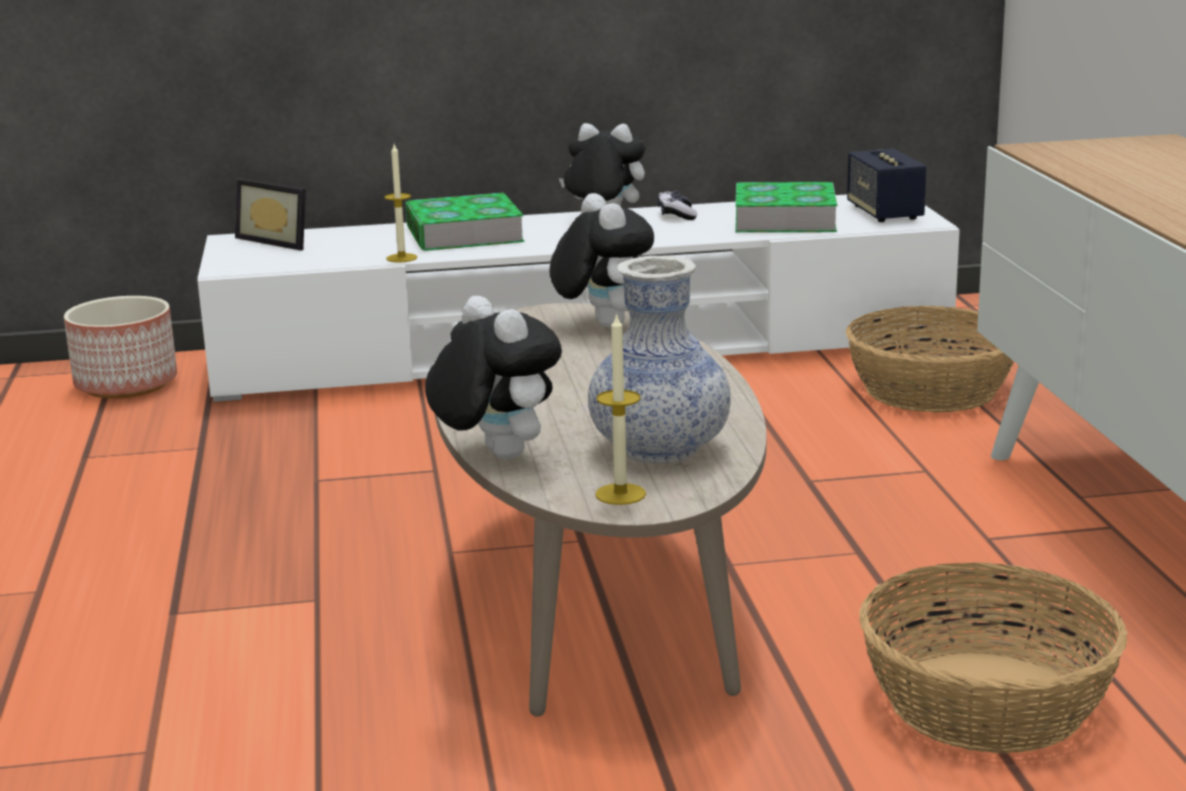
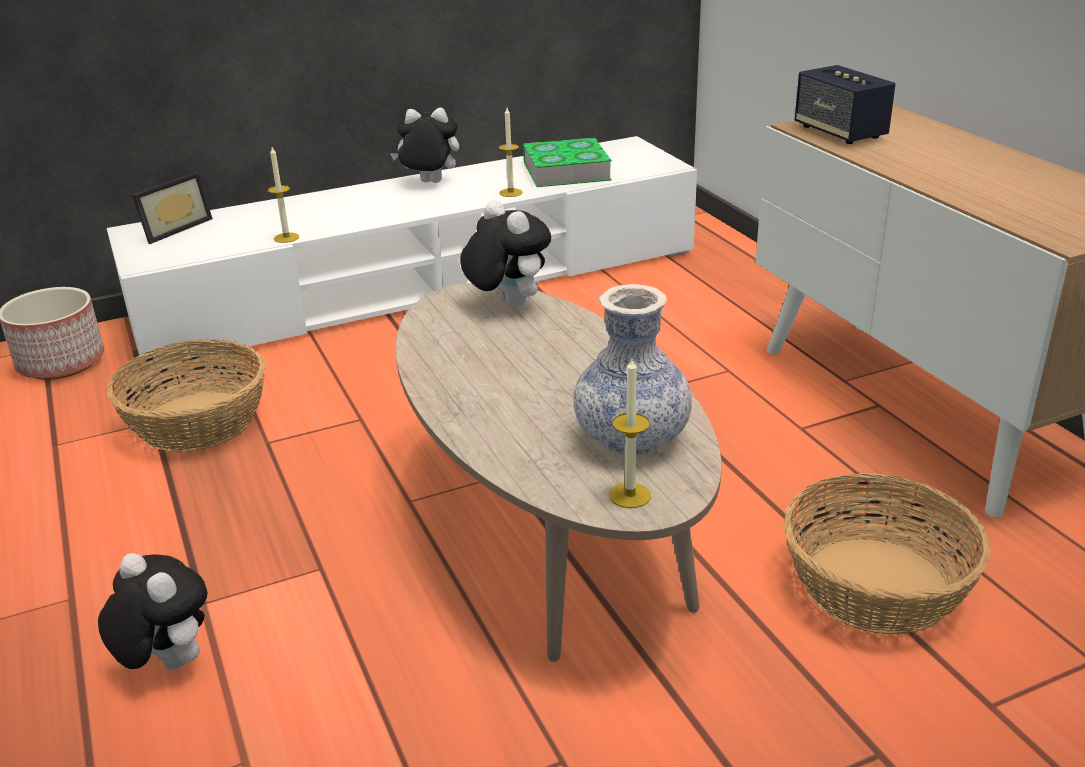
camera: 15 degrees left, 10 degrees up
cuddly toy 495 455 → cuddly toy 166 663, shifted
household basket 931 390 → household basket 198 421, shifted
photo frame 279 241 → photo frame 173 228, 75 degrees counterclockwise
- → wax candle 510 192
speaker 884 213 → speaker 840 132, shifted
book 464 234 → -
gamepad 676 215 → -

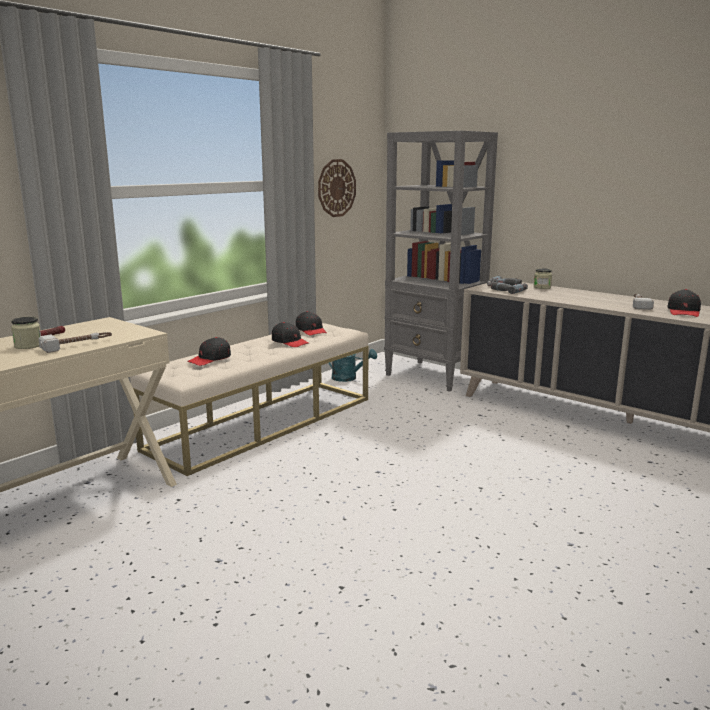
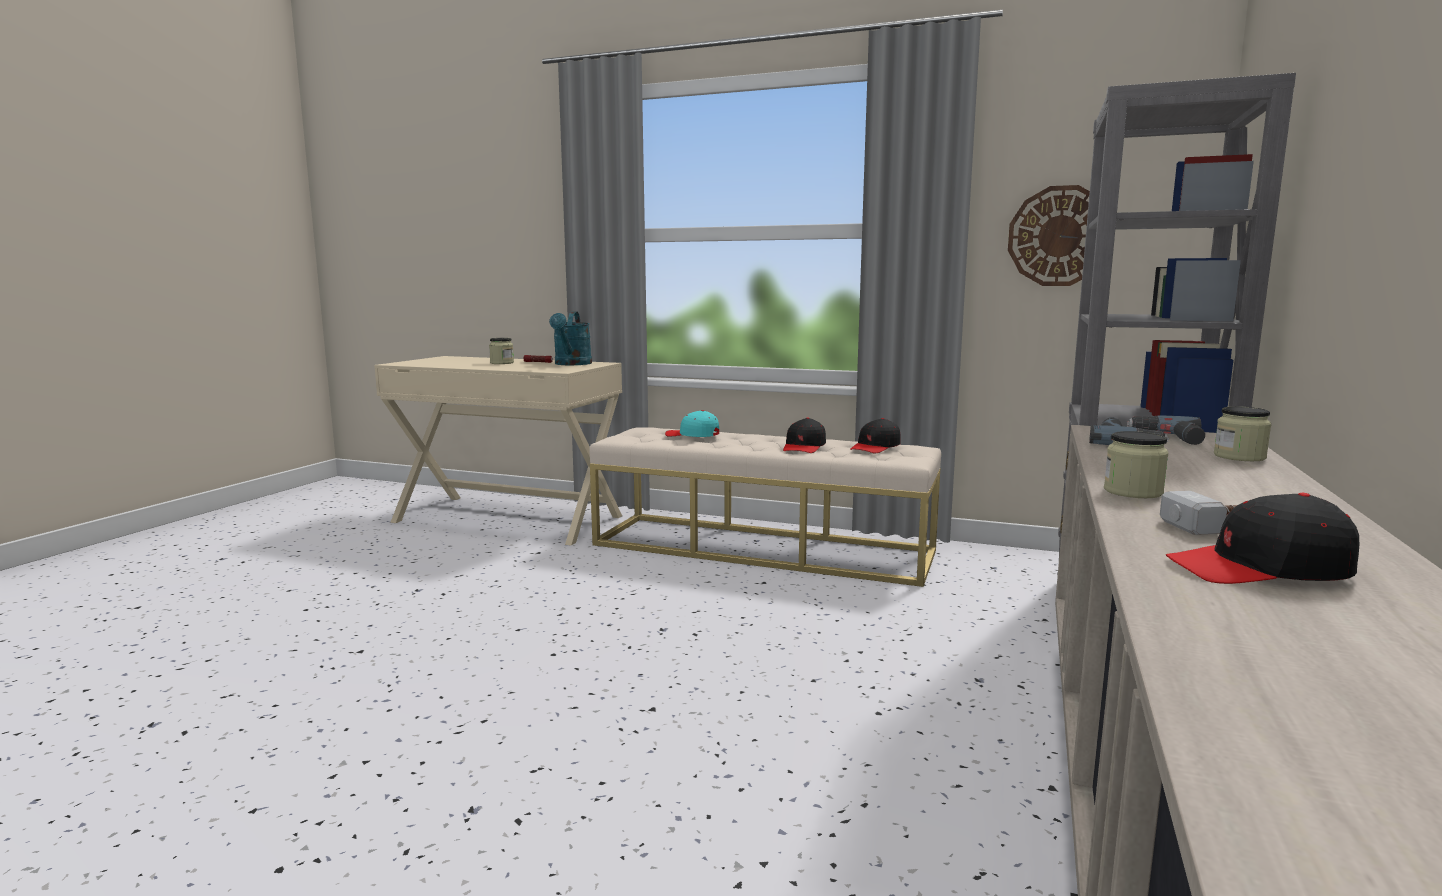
camera: 70 degrees right, 5 degrees down
sprinkling can (turquoise) 348 378 → sprinkling can (turquoise) 571 364, shifted
baseball cap (black) 210 359 → baseball cap (turquoise) 692 435
- → storage jar 1133 492
hand hammer 77 345 → -

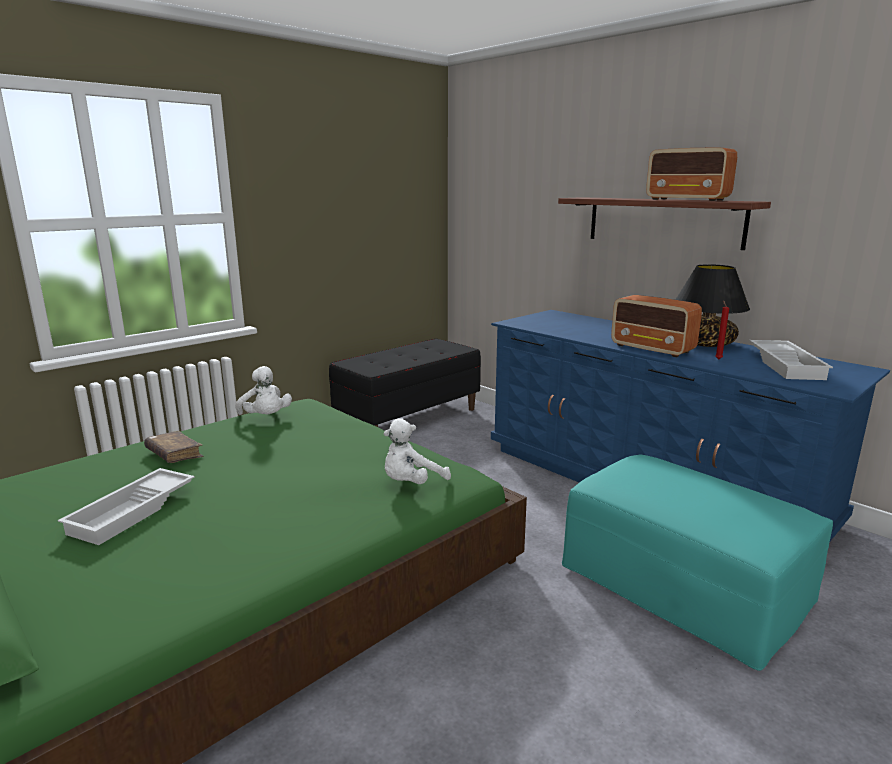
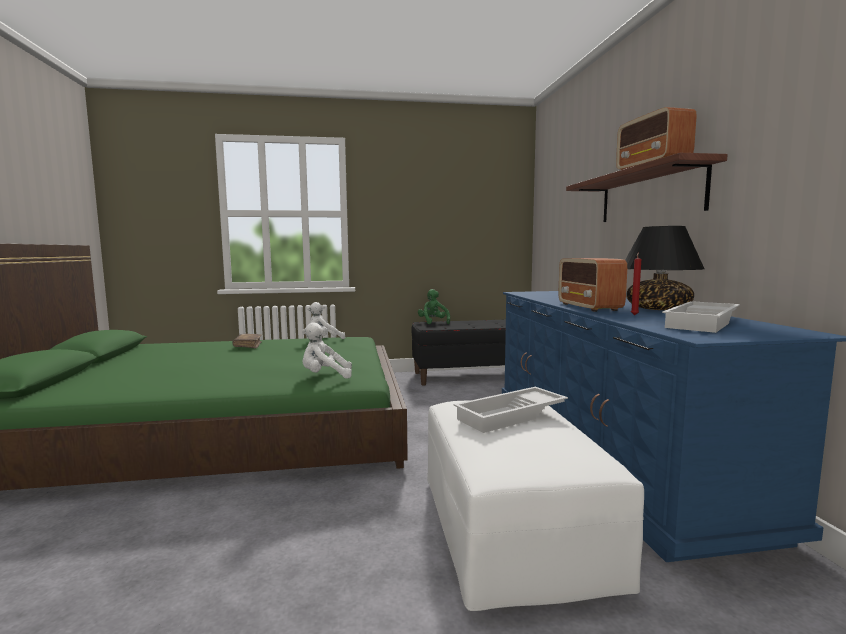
camera: 35 degrees right, 10 degrees down
cuddly toy (whitish) 265 417 → cuddly toy (whitish) 324 340, 60 degrees clockwise
- → cuddly toy (greenish) 433 322
footrest (turquoise) 683 586 → footrest (whitish) 512 530
serving tray (whitish) 133 512 → serving tray (whitish) 511 416, shifted

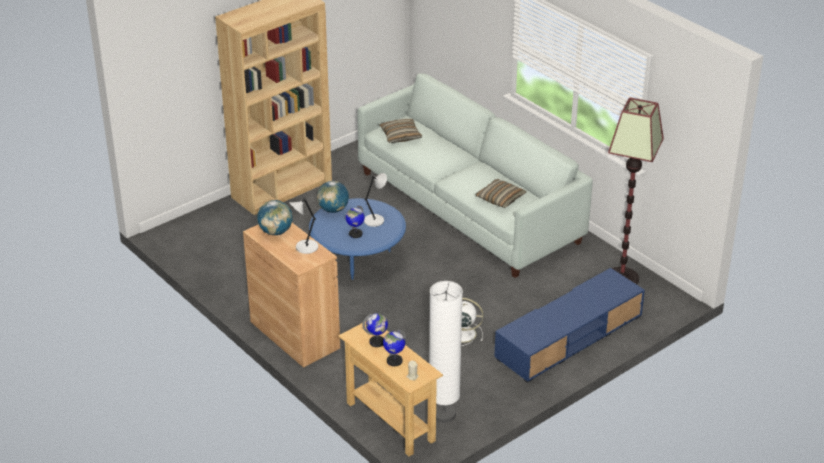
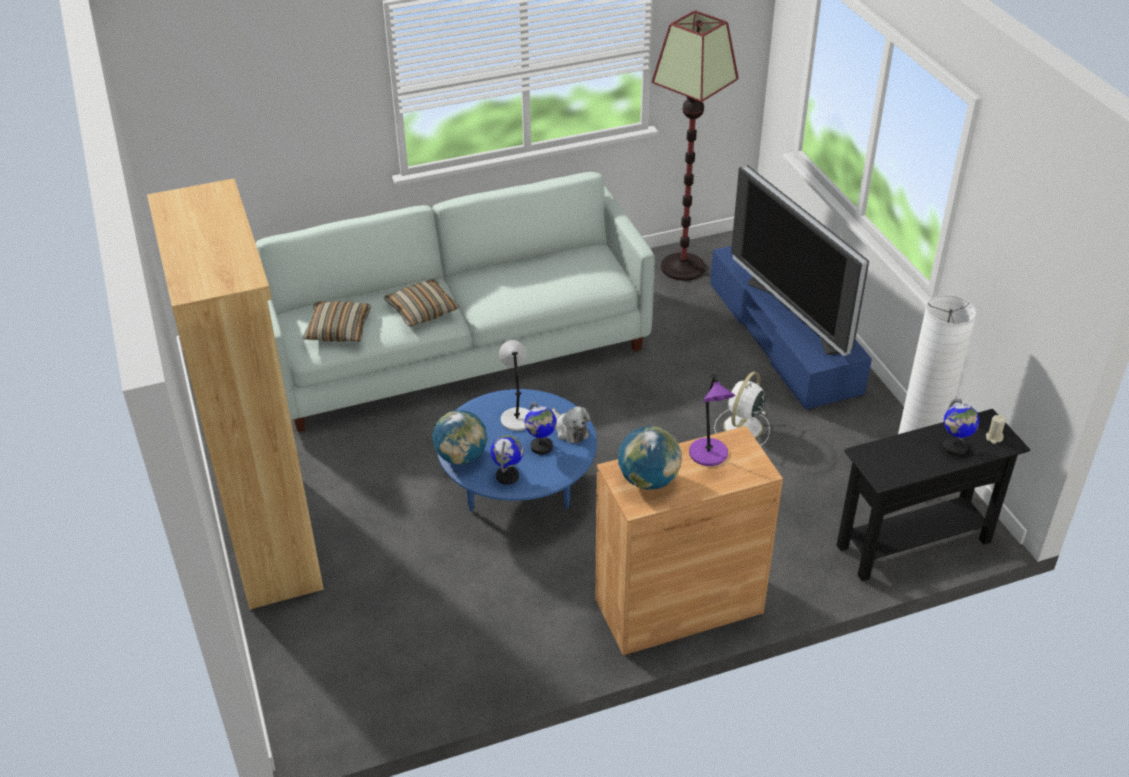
camera: 70 degrees left, 5 degrees up
pillow 500 198 → pillow 422 310, shifted
globe 377 342 → globe 507 476, shifted
- → cuddly toy 570 430
tabletop lamp (grey) 305 247 → tabletop lamp (purplish) 709 454
- → TV set 796 314
narrow table (beige-coloured) 390 421 → narrow table (black) 913 544

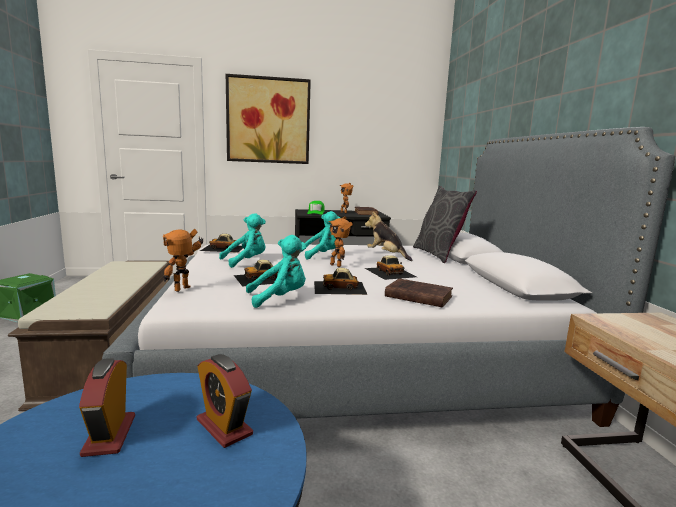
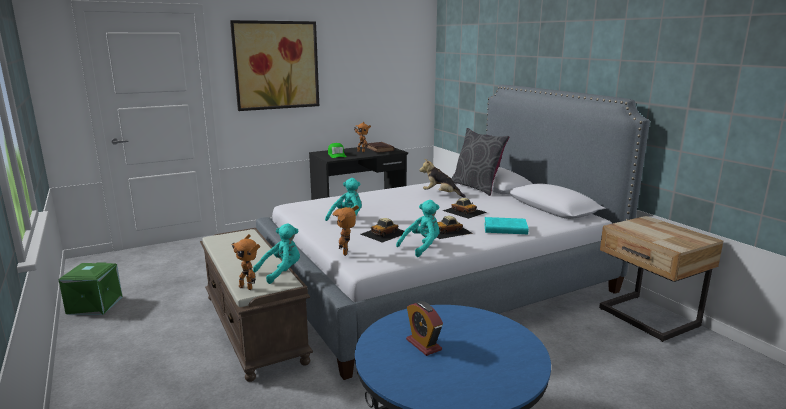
camera: 20 degrees left, 5 degrees up
robot figure 337 265 → robot figure 247 287, shifted
cuddly toy (turquoise) 322 255 → cuddly toy (turquoise) 281 272, shifted
book (brown) 416 296 → book (turquoise) 504 229
table clock 224 427 → -
model car 223 248 → -

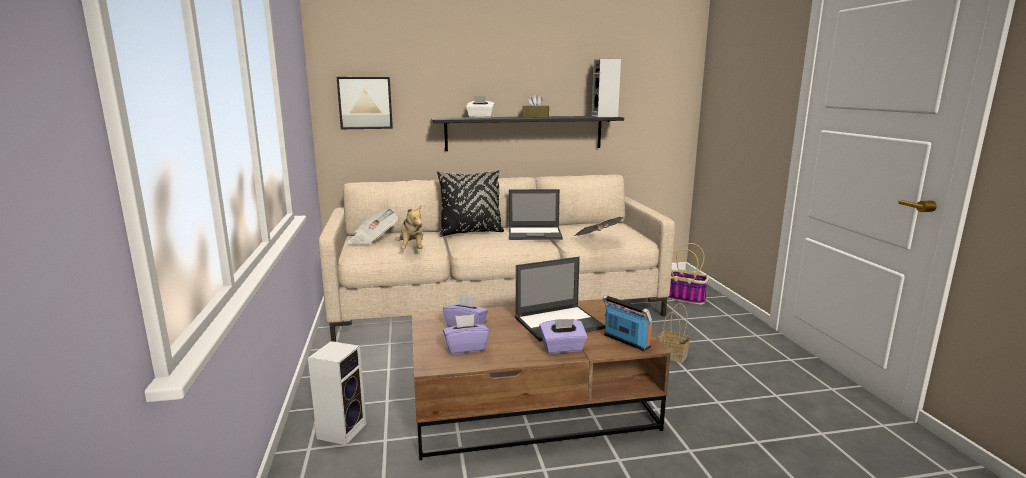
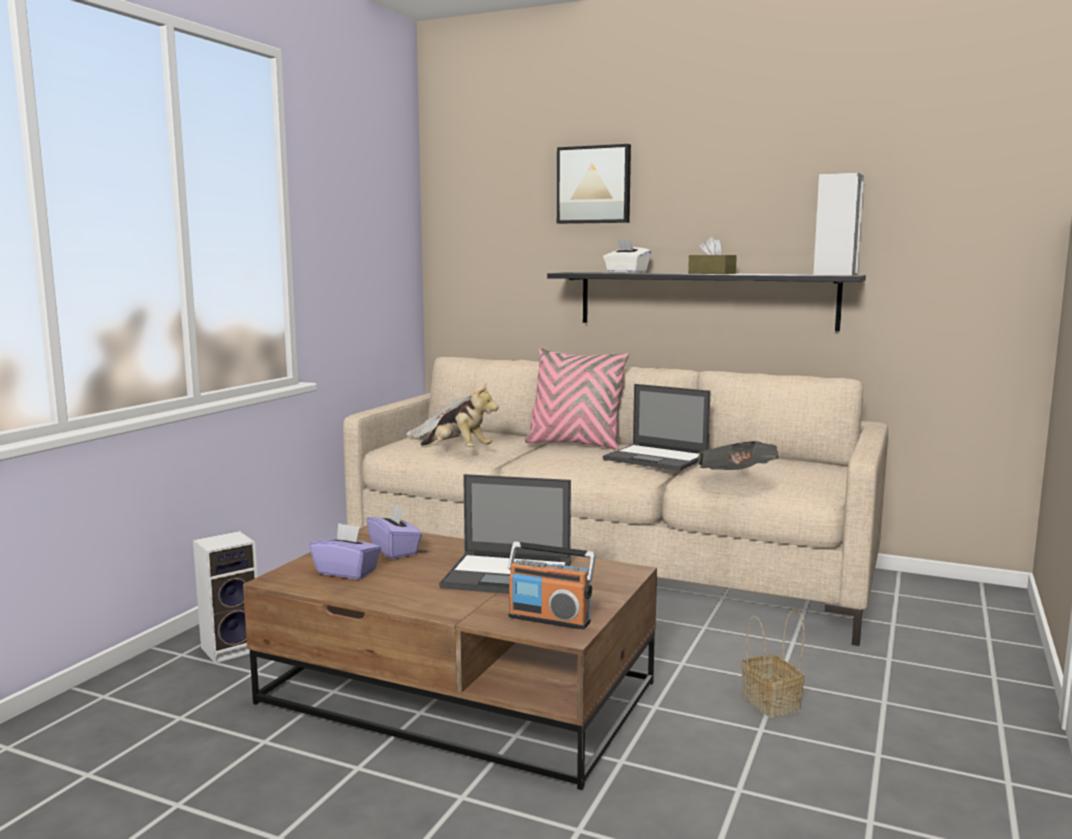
camera: 35 degrees right, 5 degrees down
cuddly toy 412 249 → cuddly toy 459 451, 75 degrees counterclockwise
radio 626 341 → radio 549 619, 120 degrees clockwise
pillow (black) 471 232 → pillow (pinkish) 574 444
picture 365 103 → picture 594 185, shifted
box of tissues (purplish) 562 348 → -
household basket 685 298 → -

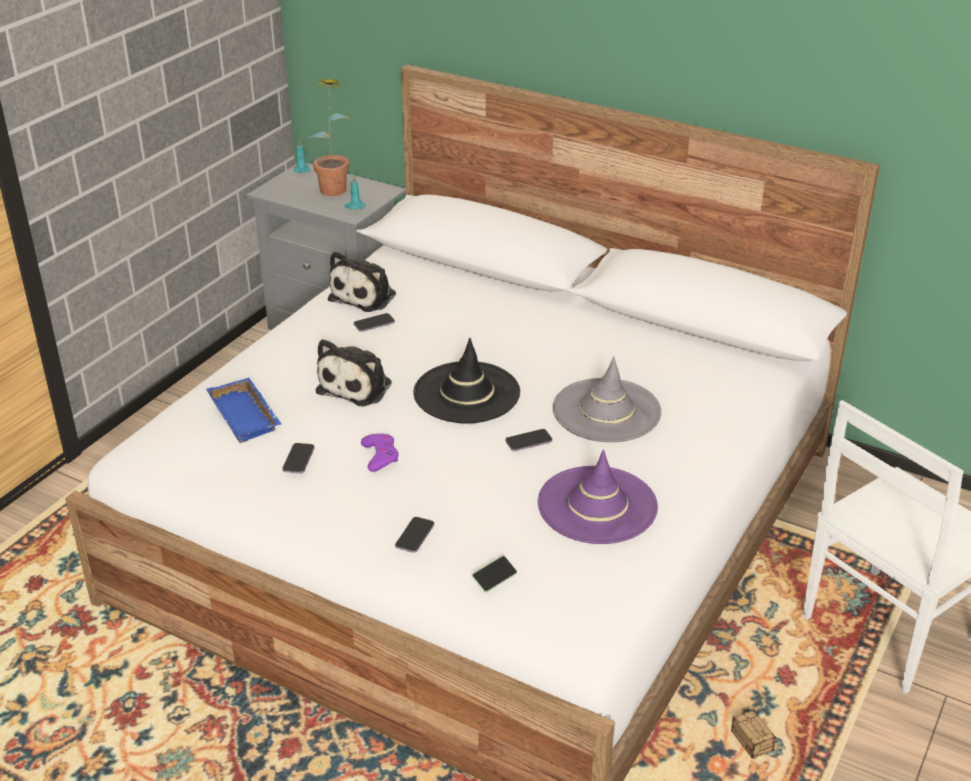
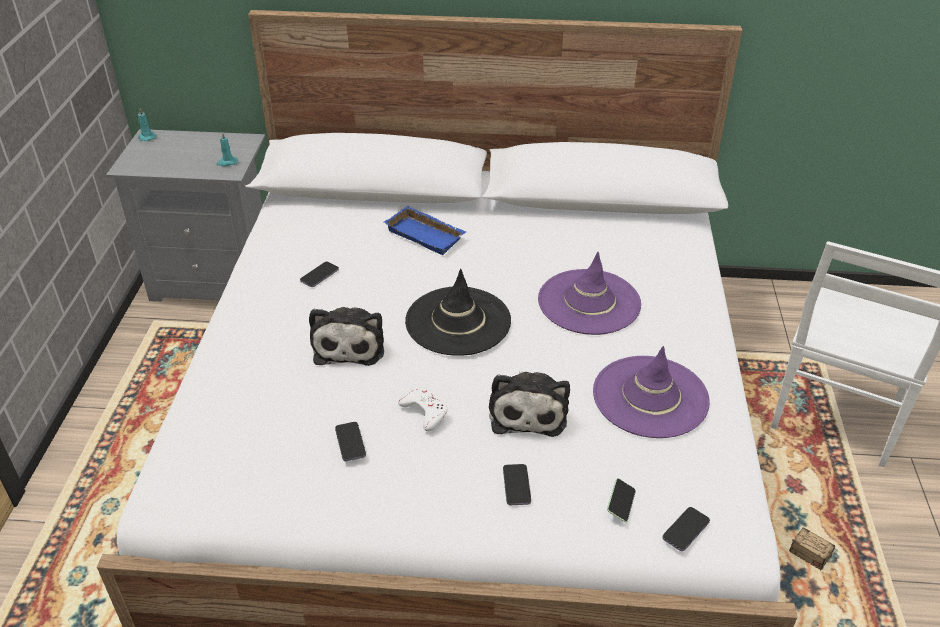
camera: 25 degrees left, 5 degrees up
serving tray (blue-coloured) 247 416 → serving tray (blue-coloured) 427 234, shifted
gamepad (purplish) 380 455 → gamepad (whitish) 425 411
cuddly toy 365 296 → cuddly toy 528 410, shifted
wearable hat (grey) 606 411 → wearable hat (purplish) 589 302
handset 528 441 → handset 685 530, shifted
plant in a pot 334 186 → -

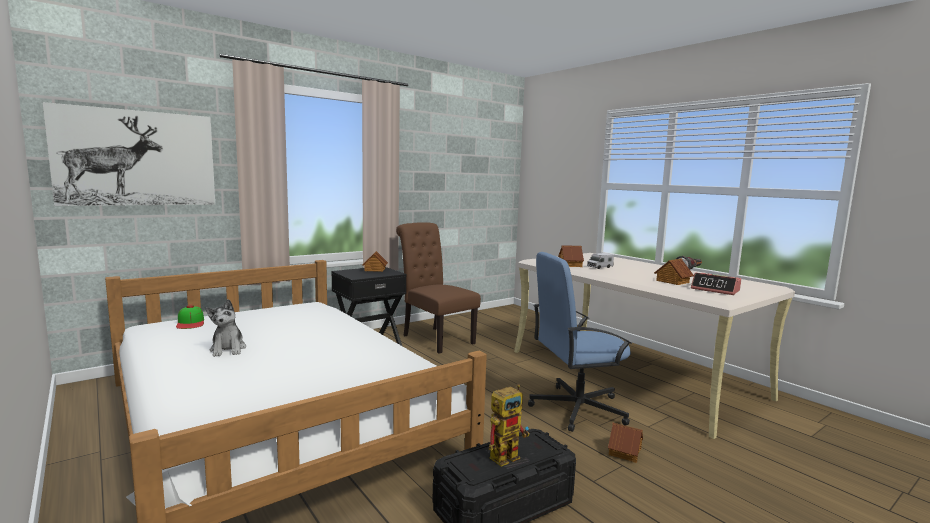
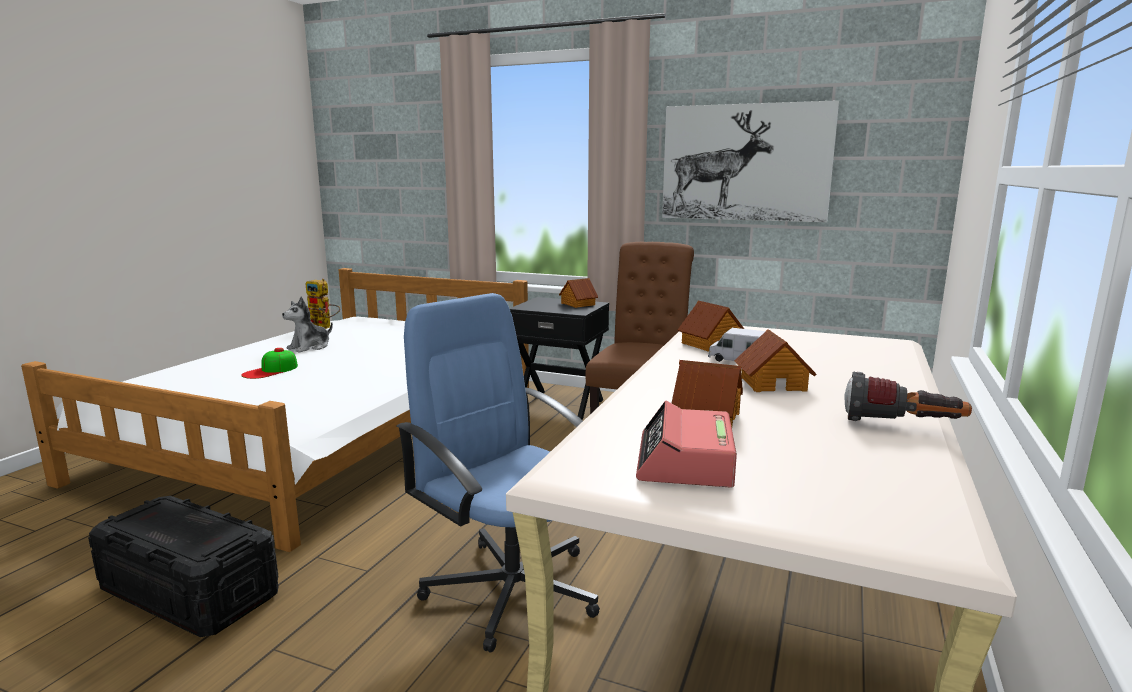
camera: 60 degrees right, 5 degrees up
baseball cap 190 322 → baseball cap 270 370, shifted
robot figure 507 454 → robot figure 325 328, shifted
picture 137 158 → picture 745 163, shifted
model house 624 451 → model house 772 383, shifted

